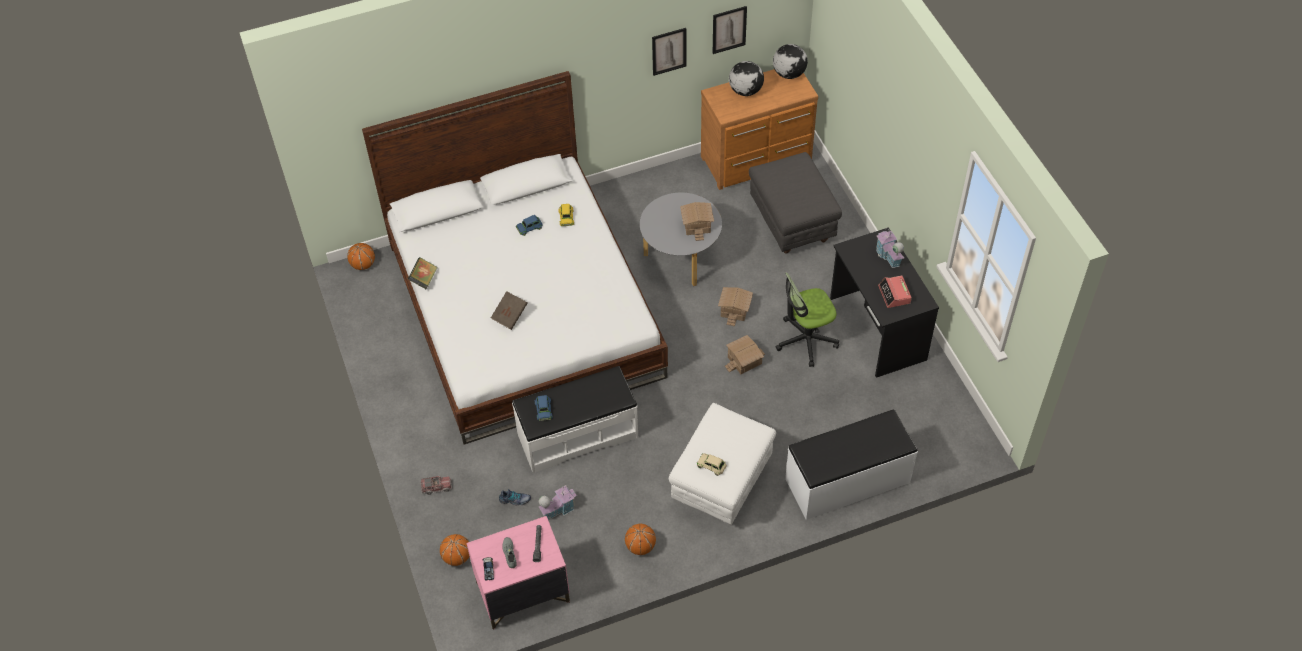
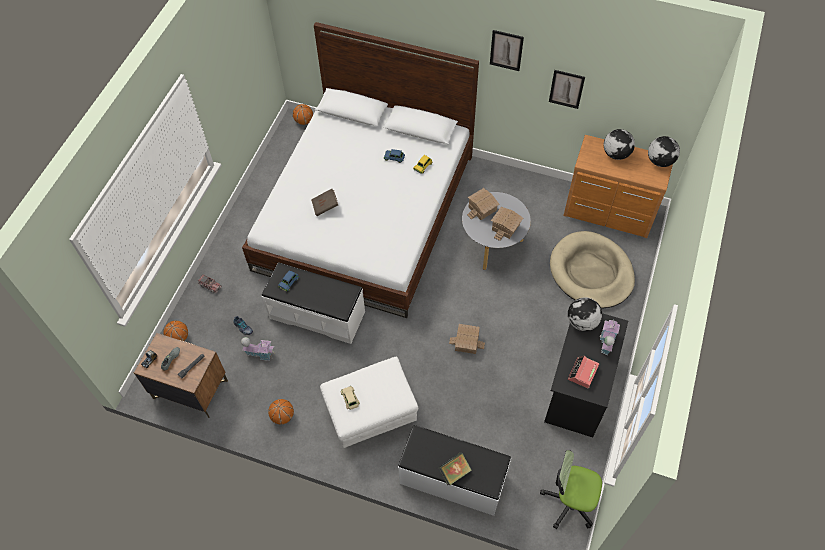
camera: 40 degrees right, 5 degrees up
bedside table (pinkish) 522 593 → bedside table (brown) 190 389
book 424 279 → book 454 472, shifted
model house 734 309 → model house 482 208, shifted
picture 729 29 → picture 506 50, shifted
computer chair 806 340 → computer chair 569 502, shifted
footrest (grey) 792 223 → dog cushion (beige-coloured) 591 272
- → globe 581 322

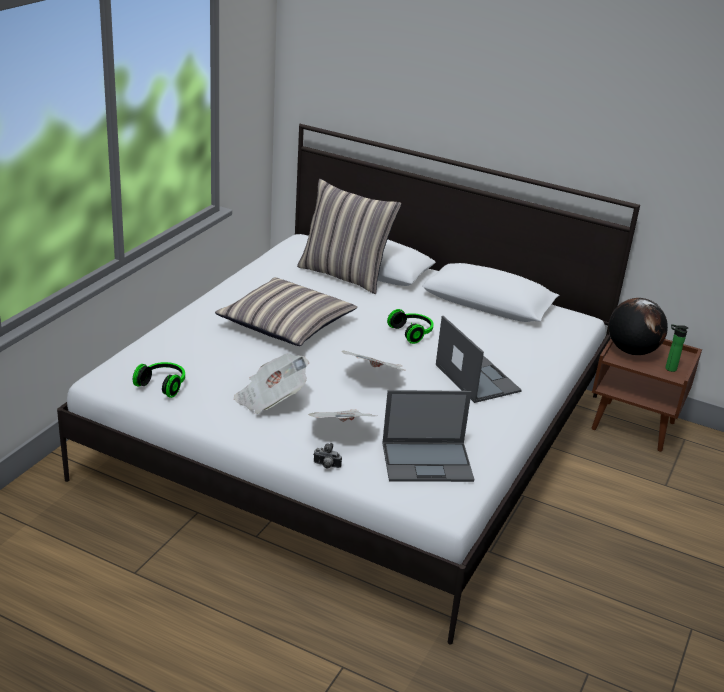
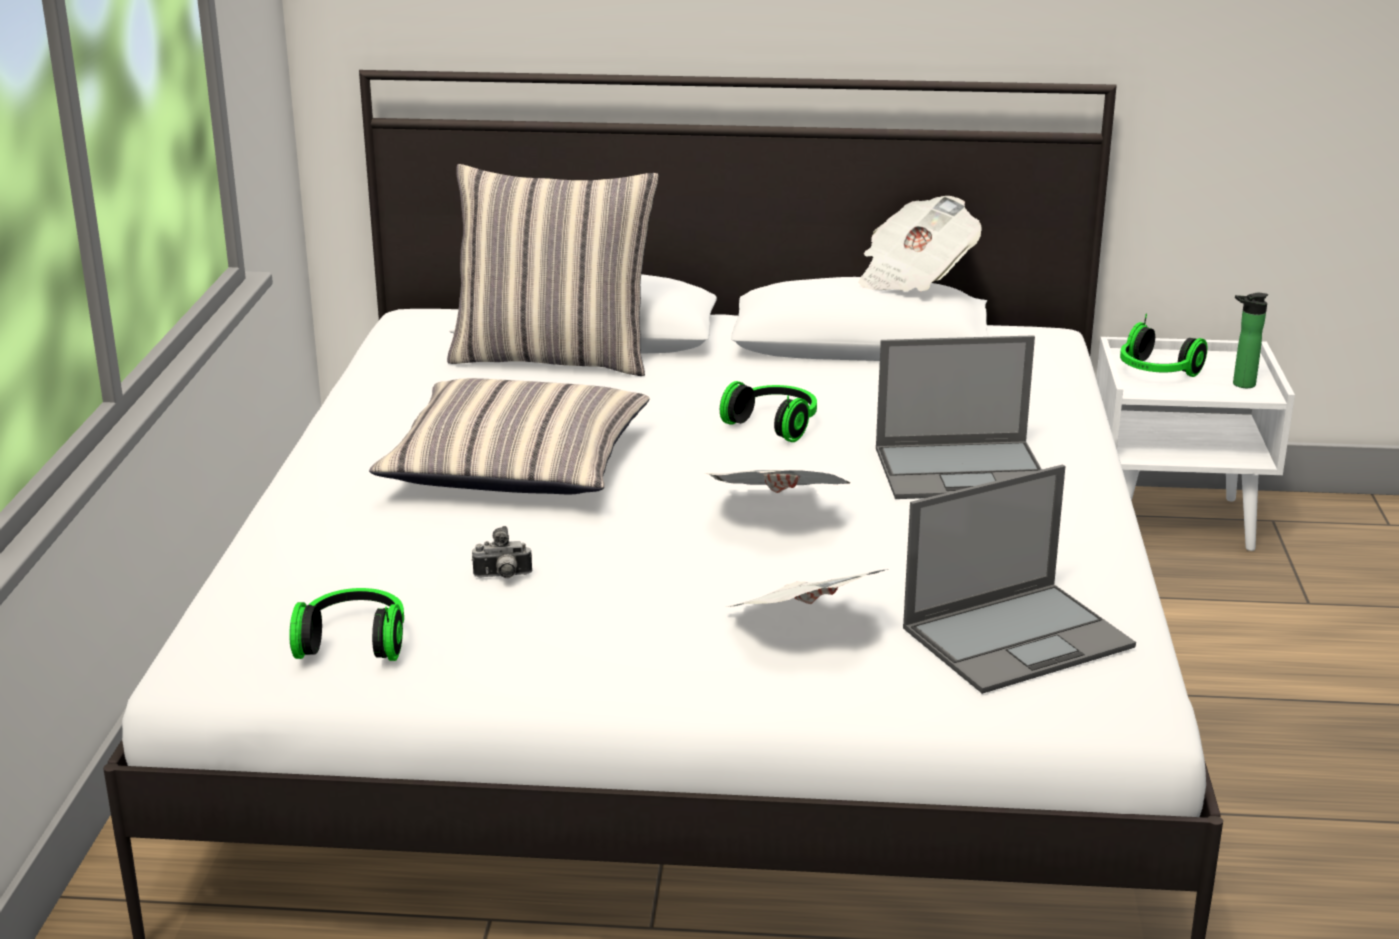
camera: 20 degrees left, 5 degrees down
photo camera 326 466 → photo camera 503 577, shifted
printed paper 270 399 → printed paper 914 277, shifted
laptop 476 378 → laptop 963 470, 135 degrees clockwise
bedside table (brown) 634 426 → bedside table (whitish) 1176 521
globe 631 351 → headset 1155 372

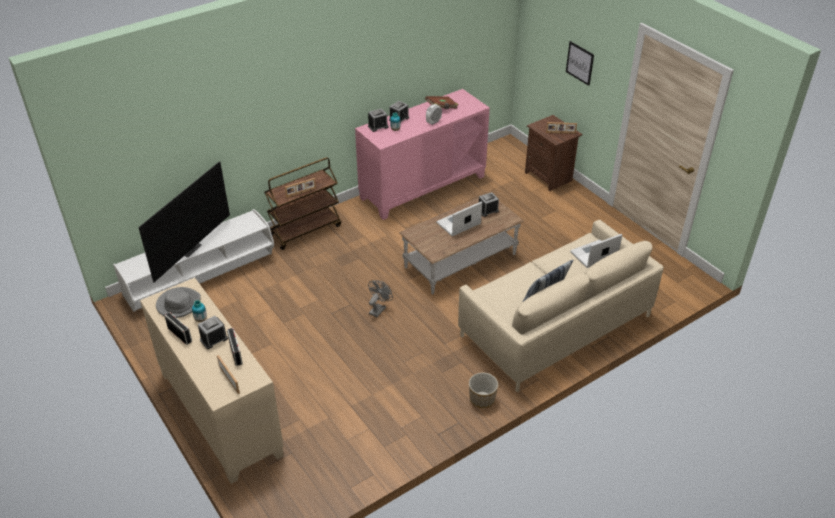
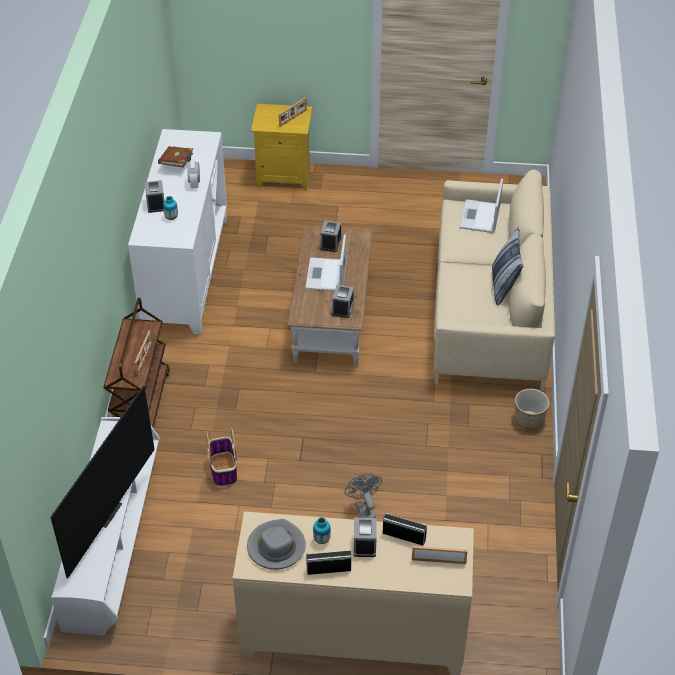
camera: 50 degrees left, 5 degrees up
TV set 189 248 → TV set 105 511, 45 degrees clockwise
storage cabinet (pinkish) 422 187 → storage cabinet (whitish) 185 272
- → household basket 223 469
bedside table (brown) 549 176 → bedside table (yellow-coloured) 284 176
table clock 378 126 → table clock 343 308, shifted
cooling fan (grey) 379 309 → cooling fan (grey) 364 509, shifted
picture 580 63 → -

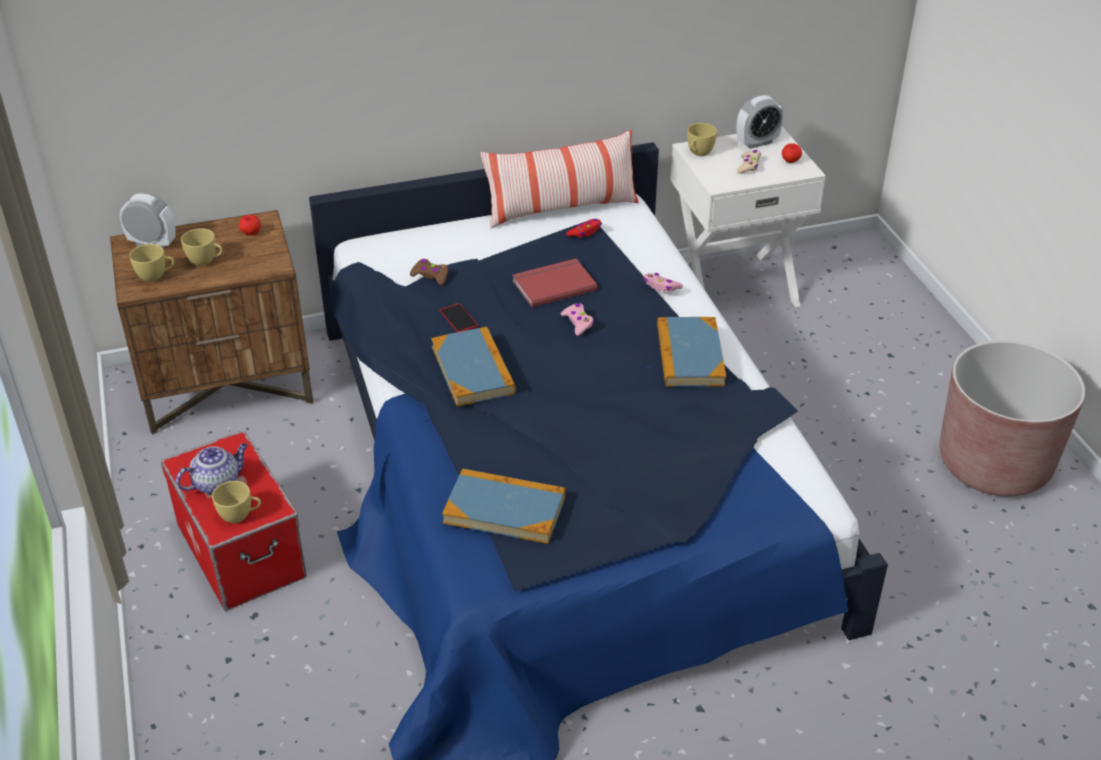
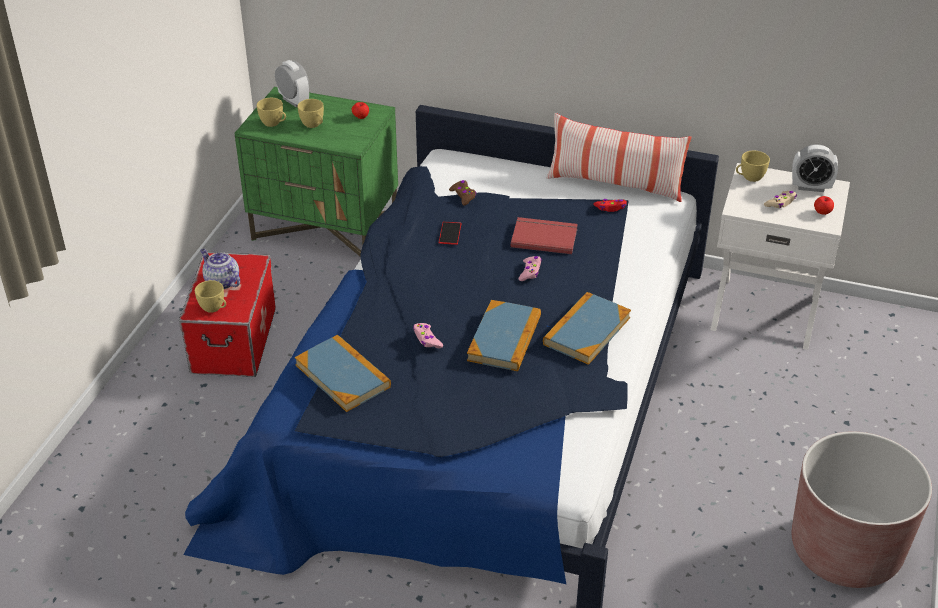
camera: 35 degrees right, 0 degrees up
pot for tea 217 483 → pot for tea 221 282, 135 degrees counterclockwise
bedside table (brown) 228 385 → bedside table (greenish) 326 227
gamepad (pinkish) 661 286 → gamepad (pinkish) 427 339, shifted
book 473 370 → book 504 338, shifted

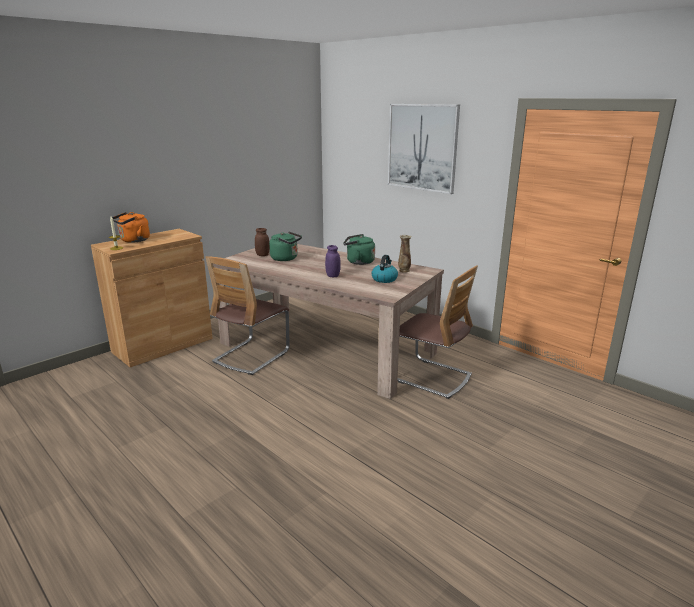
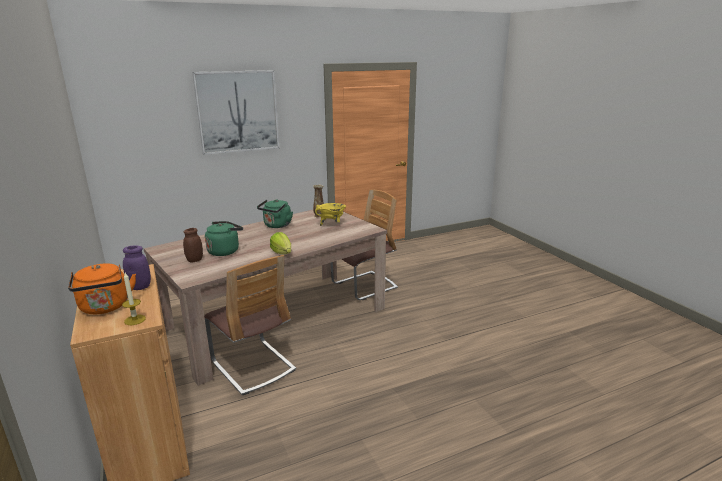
camera: 70 degrees left, 0 degrees up
storage jar (purplish) 333 275 → storage jar (purplish) 140 287, shifted
- → lettuce 282 253
kettle 384 279 → cooking pot (yellow-coloured) 332 224

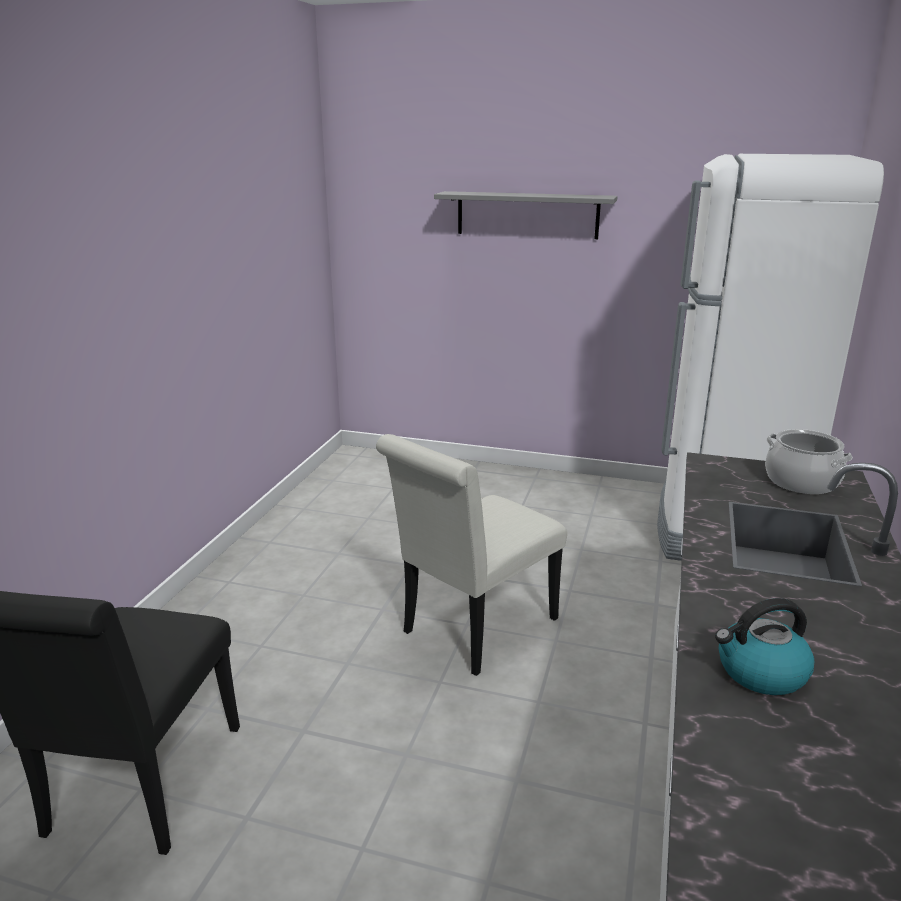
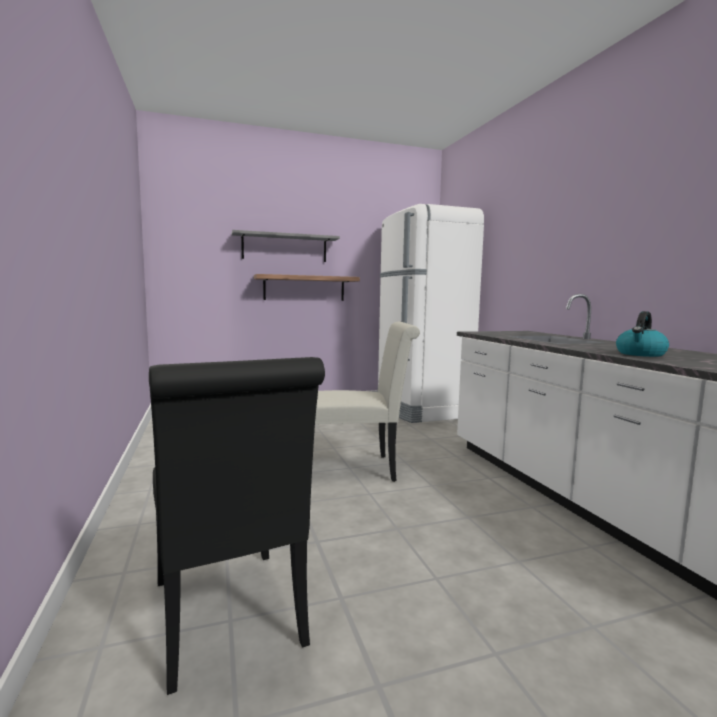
camera: 35 degrees left, 15 degrees down
- → shelf 304 288
plain chair (whitish) 473 630 → plain chair (whitish) 356 469, 105 degrees counterclockwise
cooking pot 801 482 → -

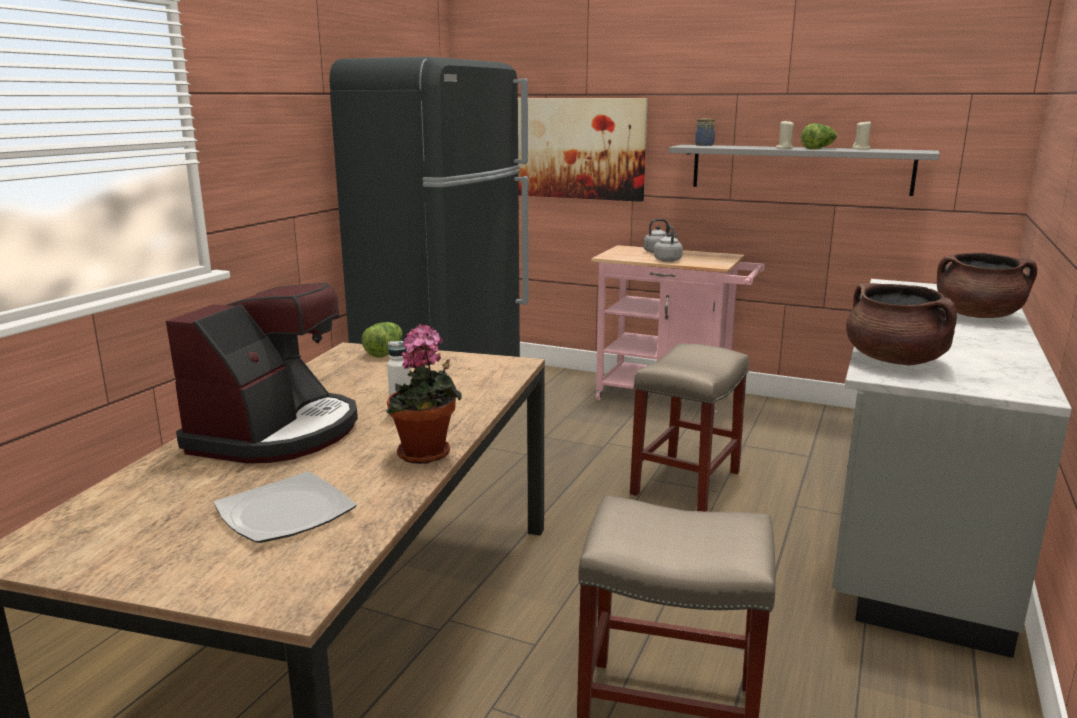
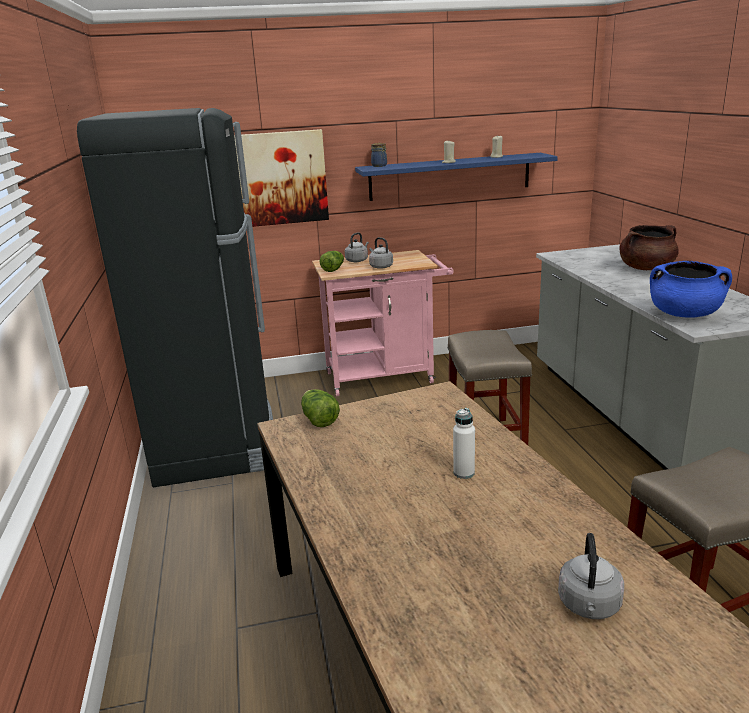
camera: 35 degrees left, 5 degrees up
lettuce 818 148 → lettuce 333 269, shifted
shelf (grey) 799 169 → shelf (blue-coloured) 450 176
dinner plate 285 513 → kettle (grey) 589 606
cooking pot (brown) 895 360 → cooking pot (blue-coloured) 684 314
coffee machine 276 433 → -
plant in a pot 426 455 → -

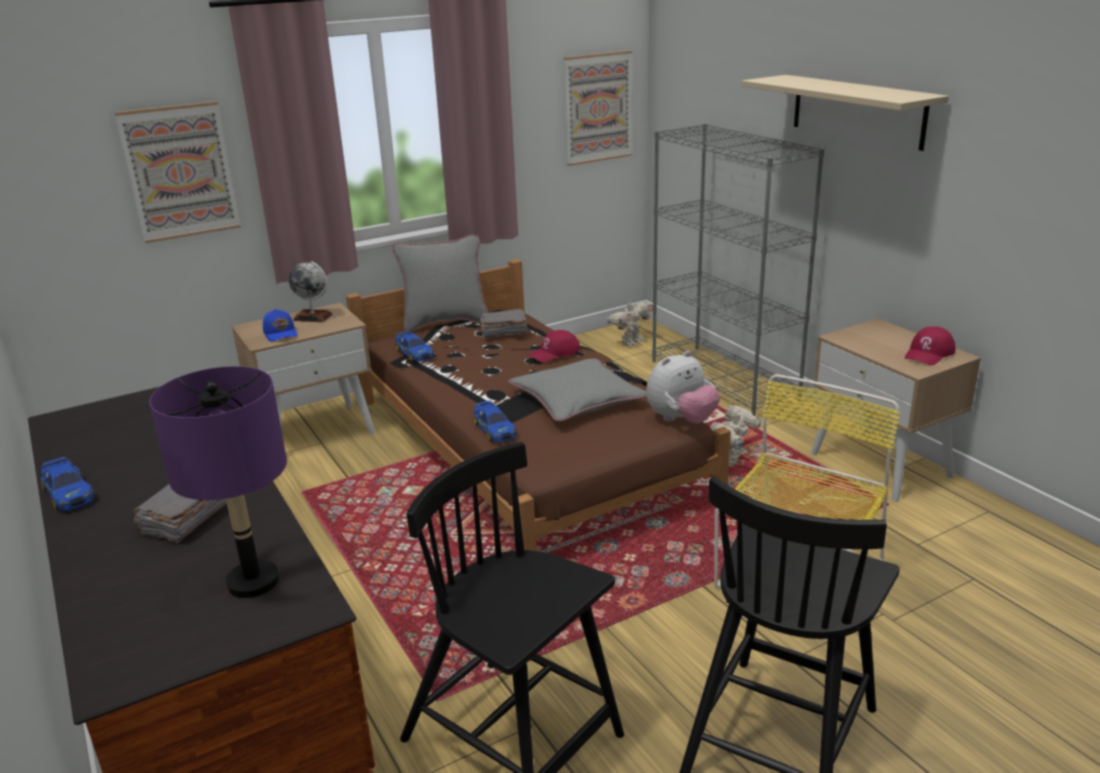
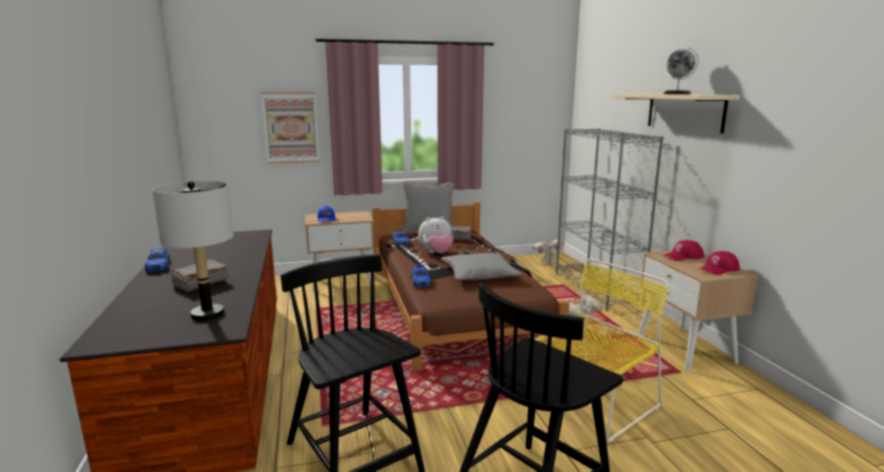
camera: 15 degrees right, 10 degrees down
tabletop lamp (purplish) 253 582 → tabletop lamp (grey) 207 314
cuddly toy 681 420 → cuddly toy 436 253, shifted
globe 313 317 → globe 677 94, shifted
baseball cap (reddish) 555 353 → baseball cap (reddish) 683 256, shifted
picture 598 108 → -

